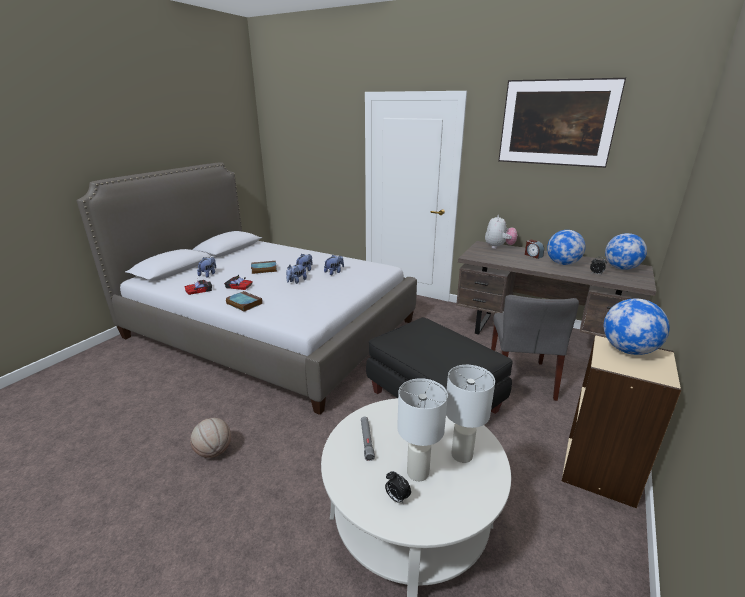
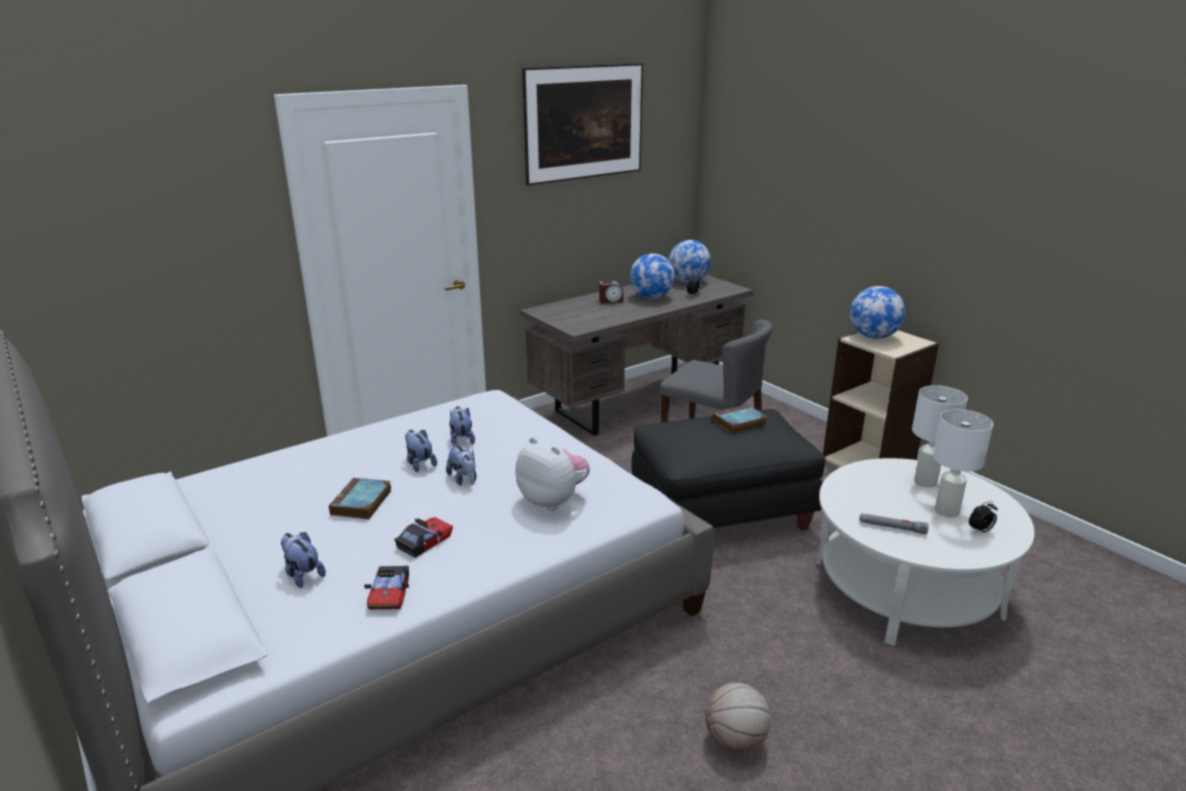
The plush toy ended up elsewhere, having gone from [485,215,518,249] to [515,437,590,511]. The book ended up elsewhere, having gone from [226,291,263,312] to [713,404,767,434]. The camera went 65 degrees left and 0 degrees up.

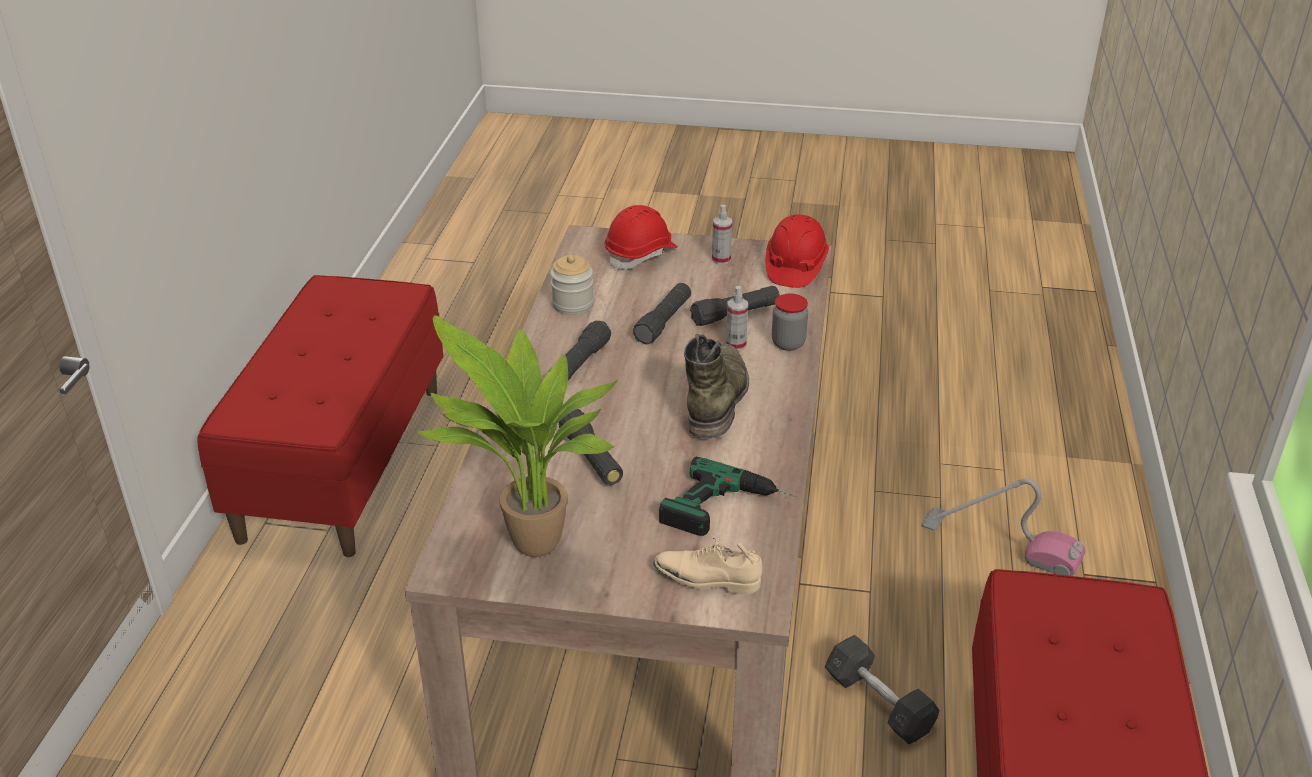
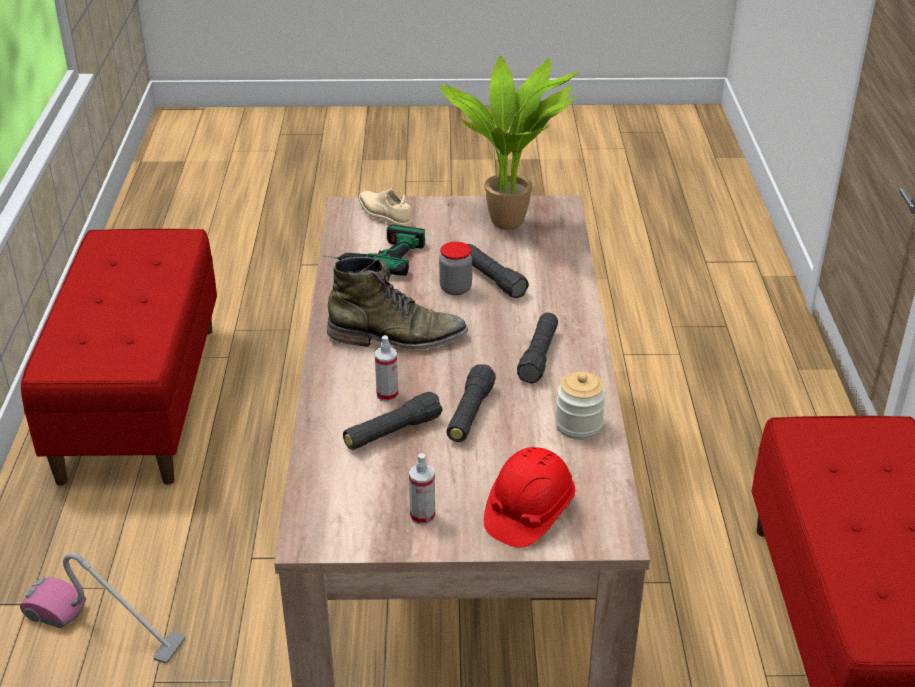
The green tall boot at [684,334,749,439] ended up facing another way, 90 degrees counterclockwise from before. The beige-coloured shoe at [653,538,762,595] ended up facing another way, 135 degrees counterclockwise from before. The preserve jar ended up elsewhere, having gone from [772,294,808,351] to [439,242,472,295]. The second view lost the red-coloured work helmet at [766,214,829,288]. The second view lost the greyish dumbbell at [825,635,940,744]. The camera went 170 degrees right and 0 degrees up.

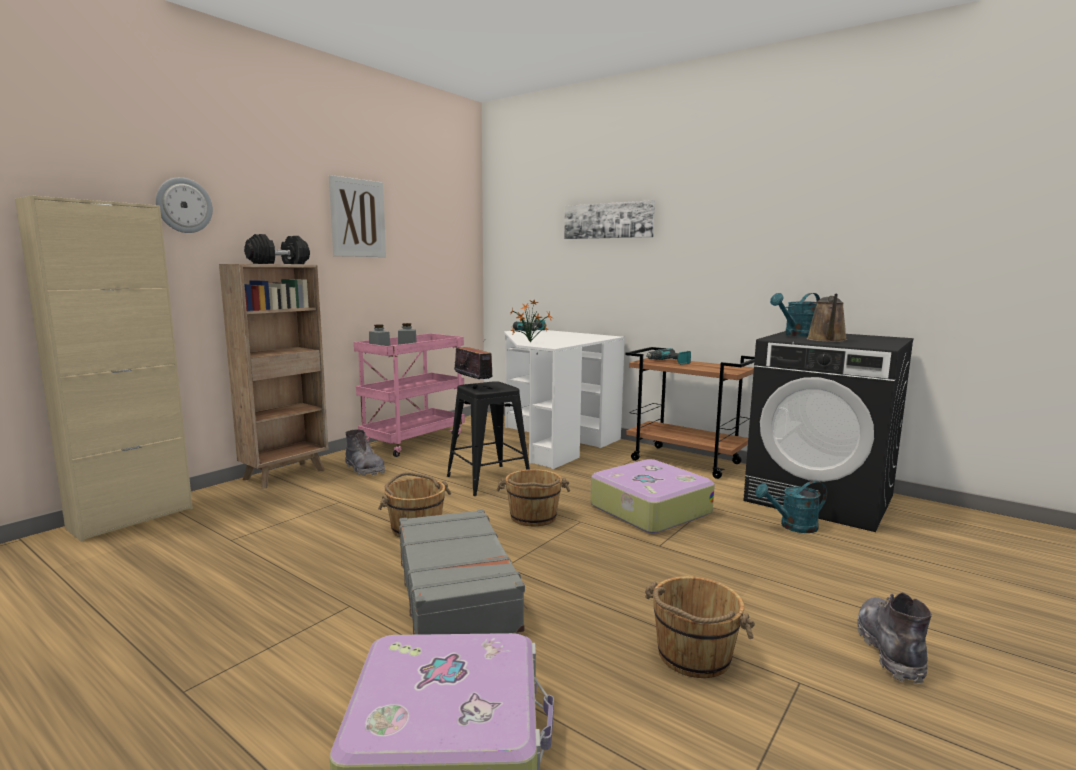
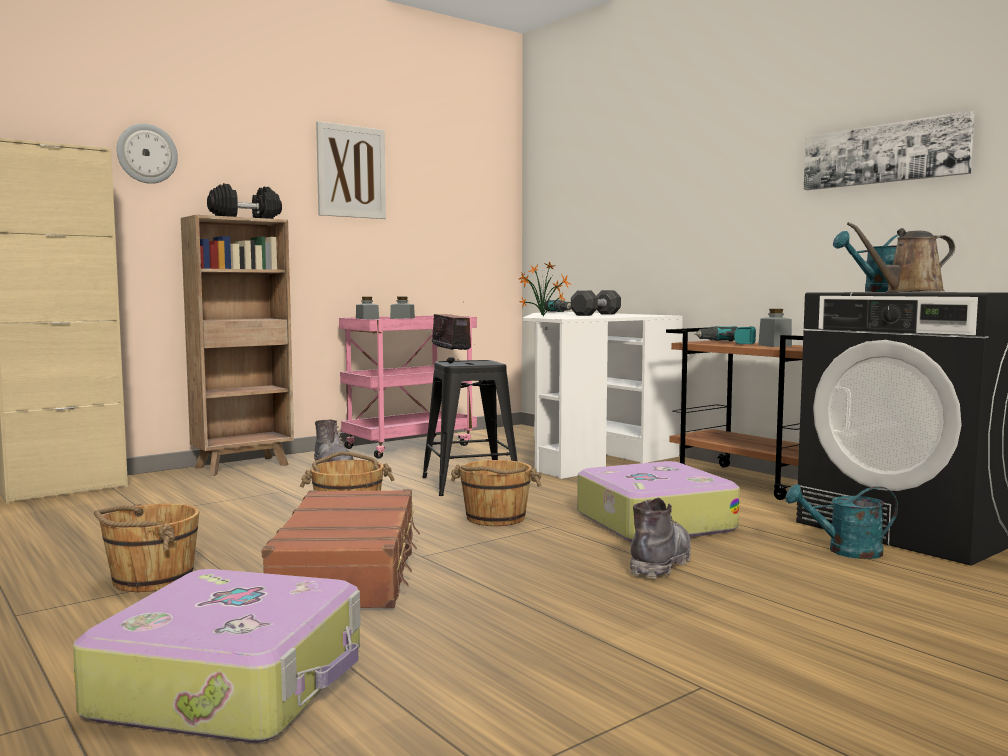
The brown-coloured pail ended up elsewhere, having gone from [645,576,755,678] to [94,503,199,592]. What was the greyish suitcase at [399,509,528,635] turned into the brown-coloured suitcase at [262,489,420,608]. The second view gained the black dumbbell at [571,290,621,316]. The greyish tall boot ended up elsewhere, having gone from [857,592,932,683] to [630,498,691,578]. The second view gained the greyish preserve jar at [758,309,792,347]. The picture ended up elsewhere, having gone from [564,200,655,239] to [804,110,975,190]. The brown-coloured sprinkling can at [807,294,847,342] ended up facing another way, 45 degrees clockwise from before. The camera went 15 degrees right and 5 degrees down.

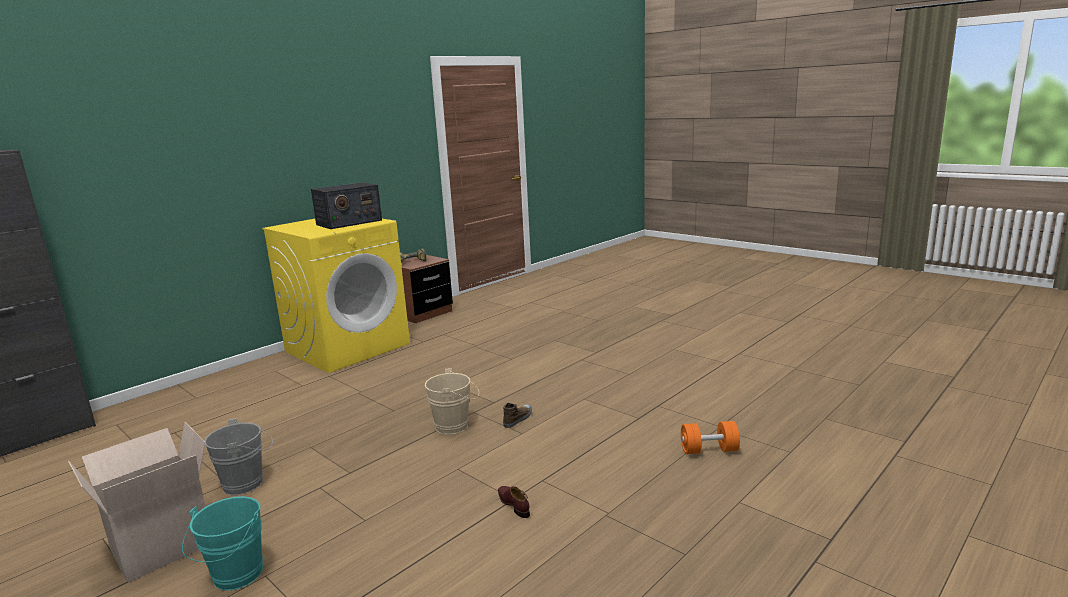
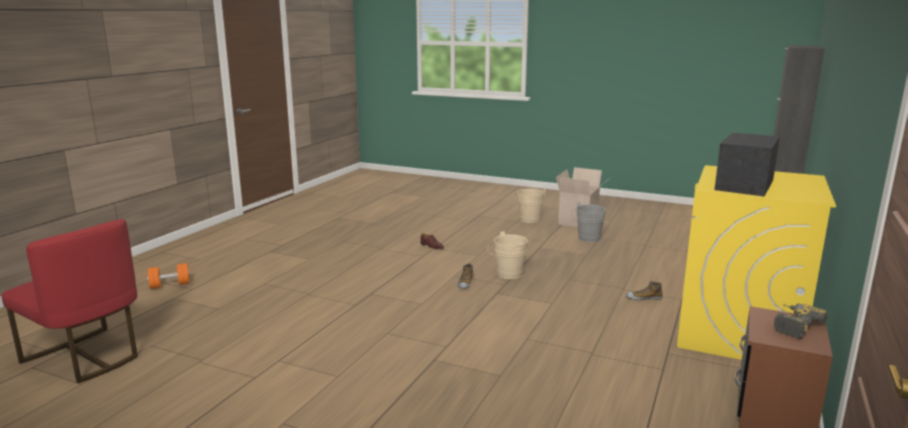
The second view gained the red-coloured chair at [2,219,138,383]. The orange-coloured dumbbell ended up elsewhere, having gone from [681,421,740,454] to [147,263,190,289]. What was the blue-green pail at [182,496,263,590] turned into the beige-coloured pail at [516,189,545,223]. The second view gained the shoe at [626,281,663,300]. The camera went 160 degrees right and 0 degrees up.

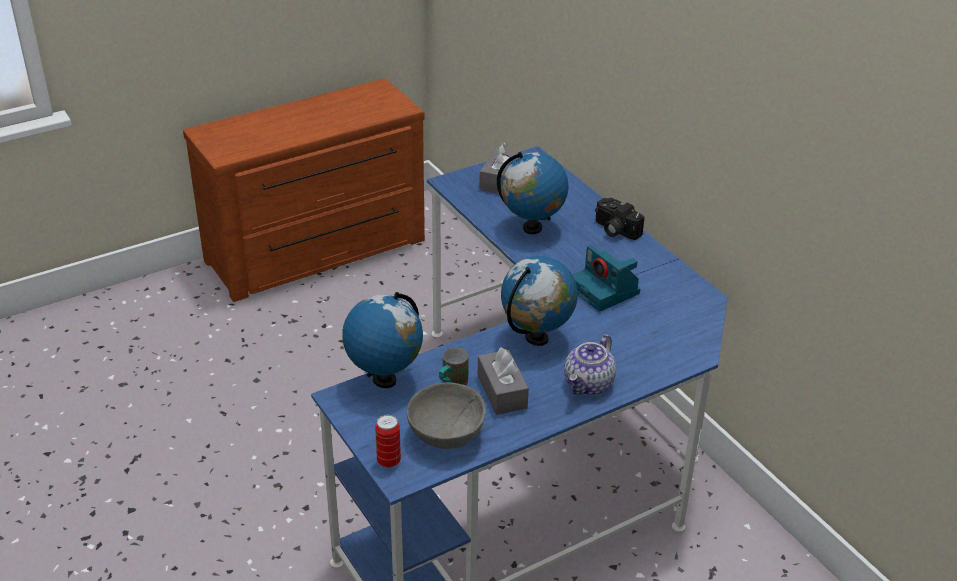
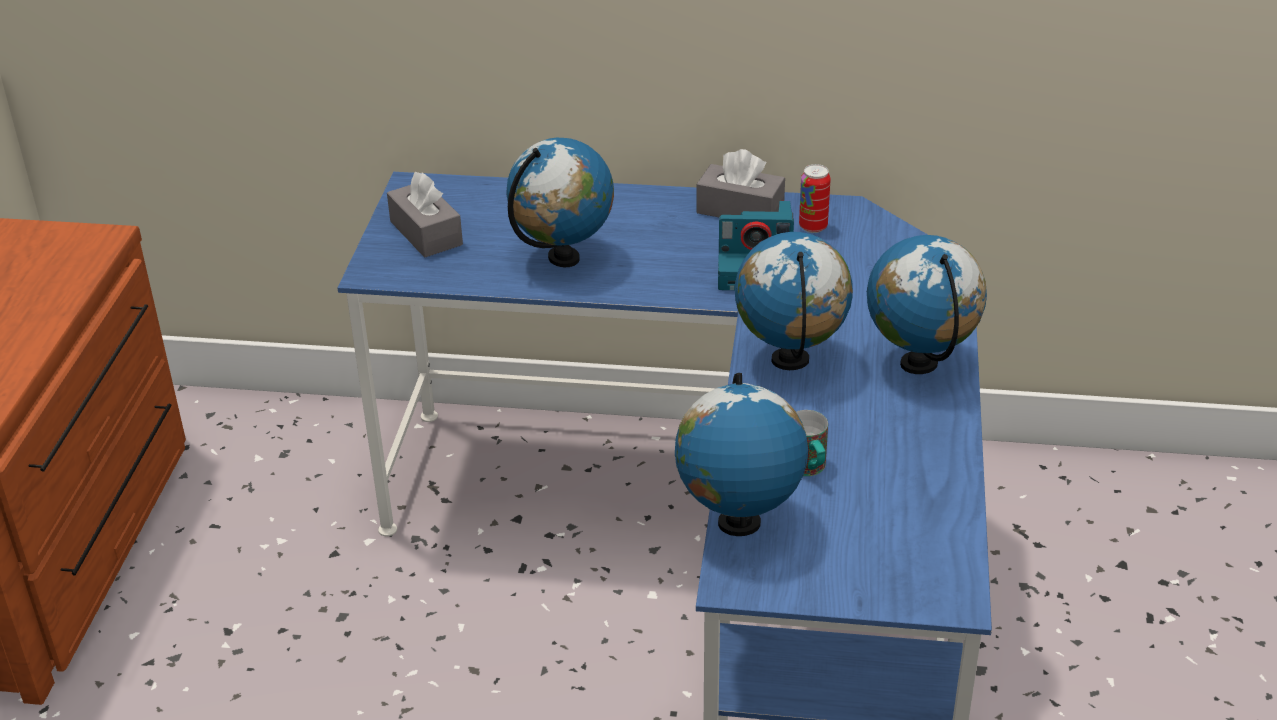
The greyish tissue box ended up elsewhere, having gone from [478,347,529,415] to [696,149,785,217]. The metal can ended up elsewhere, having gone from [375,415,401,468] to [799,164,831,233]. Where the tea pot stood at [564,334,616,395], the desk globe came to stand at [867,235,987,374]. The second view lost the greyish serving bowl at [407,382,486,449]. The second view lost the photo camera at [595,198,644,240]. The camera went 50 degrees left and 0 degrees up.

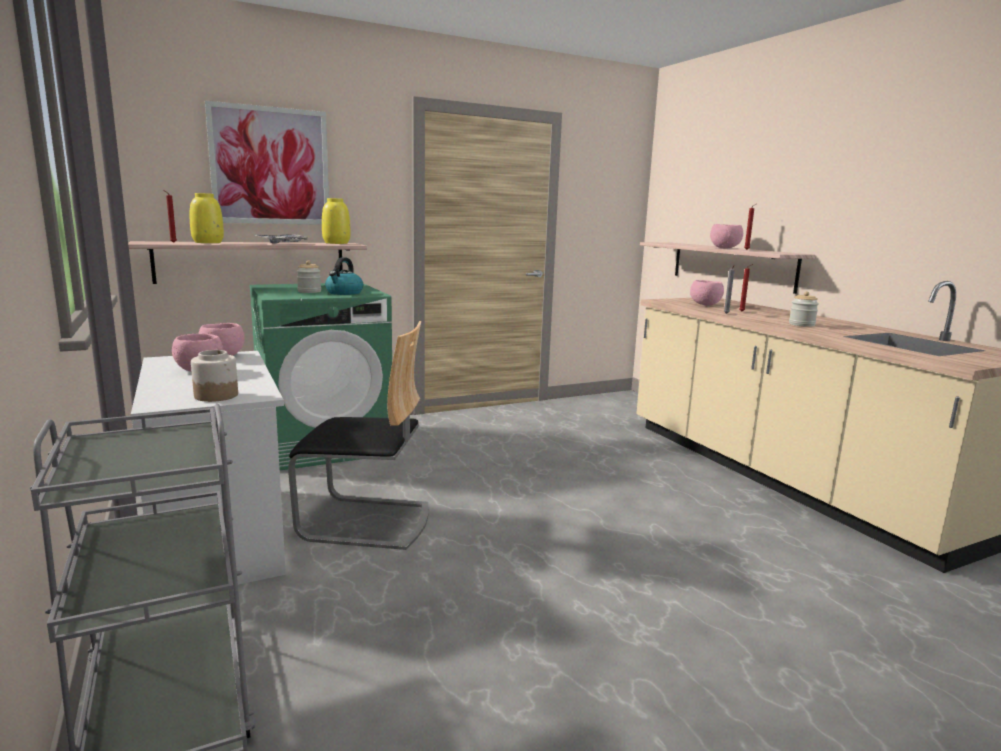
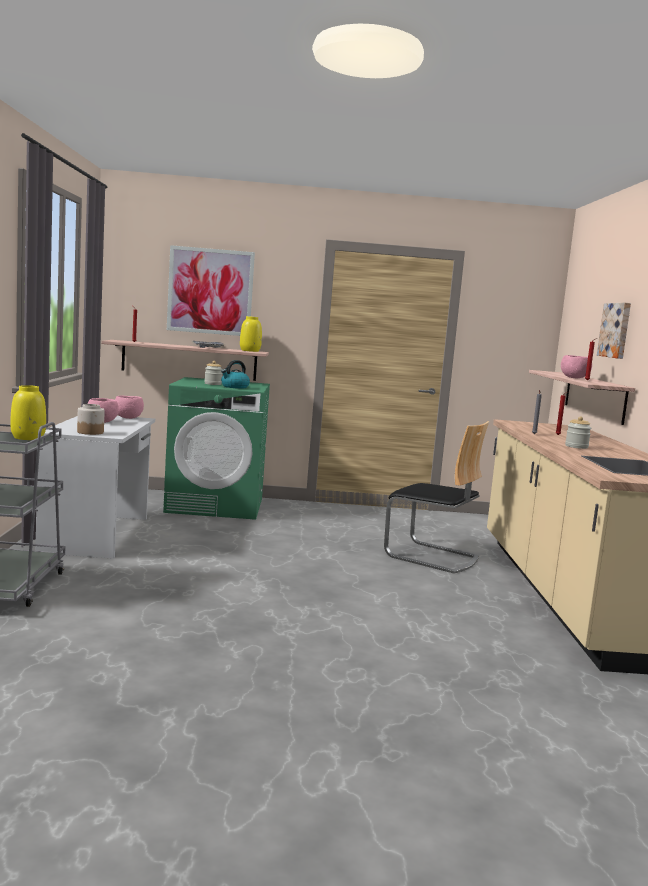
The yellow decorative vase ended up elsewhere, having gone from [190,193,224,243] to [11,385,46,440]. The chair ended up elsewhere, having gone from [288,321,429,550] to [384,421,489,574]. The second view gained the picture at [597,303,631,359]. The second view lost the pinkish serving bowl at [690,280,724,305]. The camera went 25 degrees right and 5 degrees down.

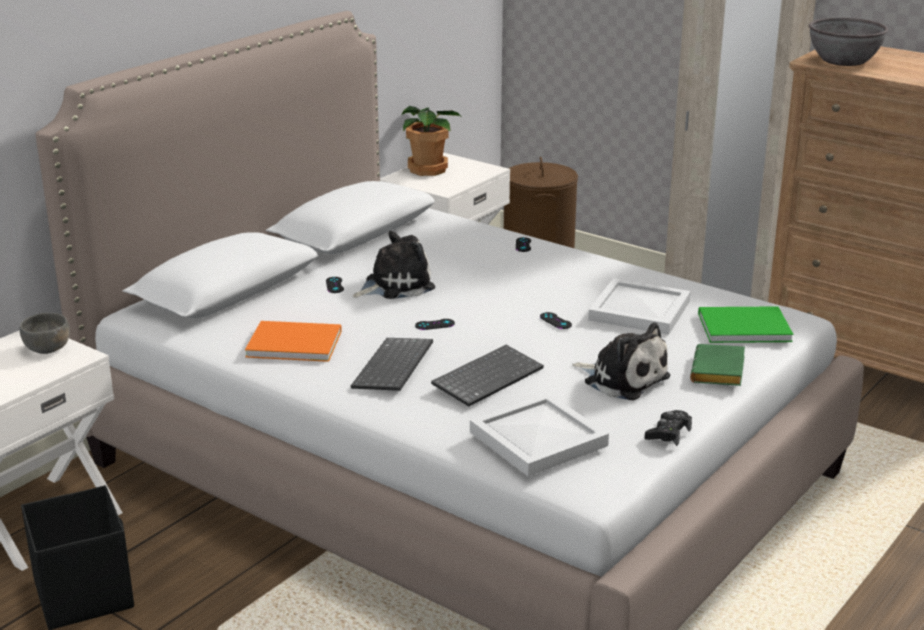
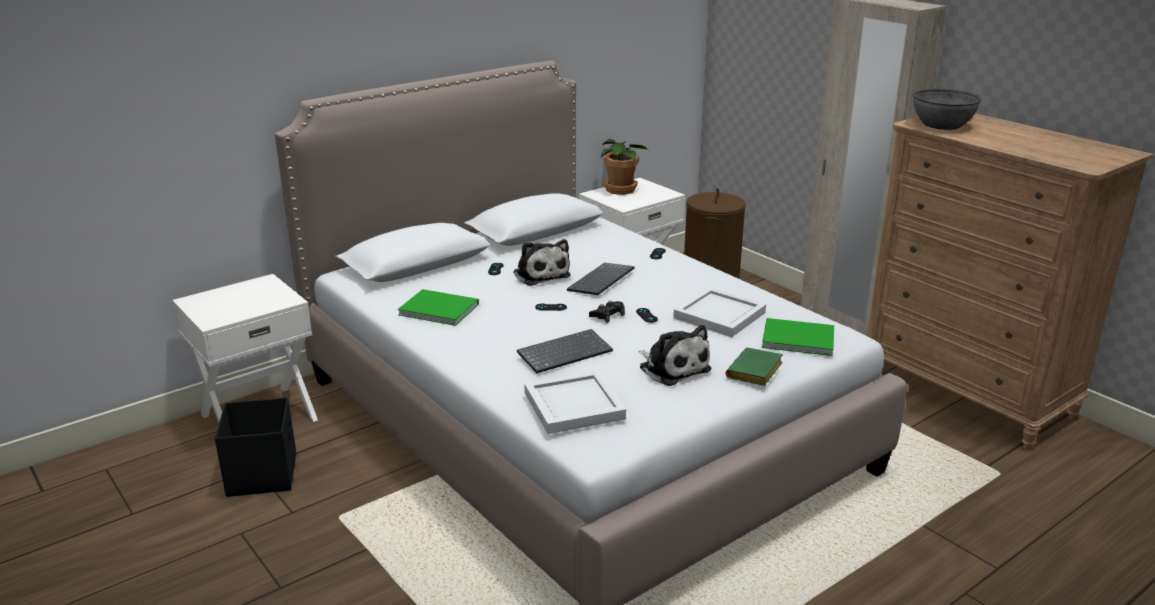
What was the orange-coloured book at [245,321,342,362] turned into the green book at [398,289,479,326]. The plush toy at [353,231,435,299] ended up facing another way, 75 degrees clockwise from before. The PC keyboard ended up elsewhere, having gone from [351,338,433,391] to [567,263,635,295]. The black joypad ended up elsewhere, having gone from [645,410,692,446] to [589,301,625,323]. The second view lost the greyish serving bowl at [20,313,70,354]. The camera went 15 degrees right and 0 degrees up.

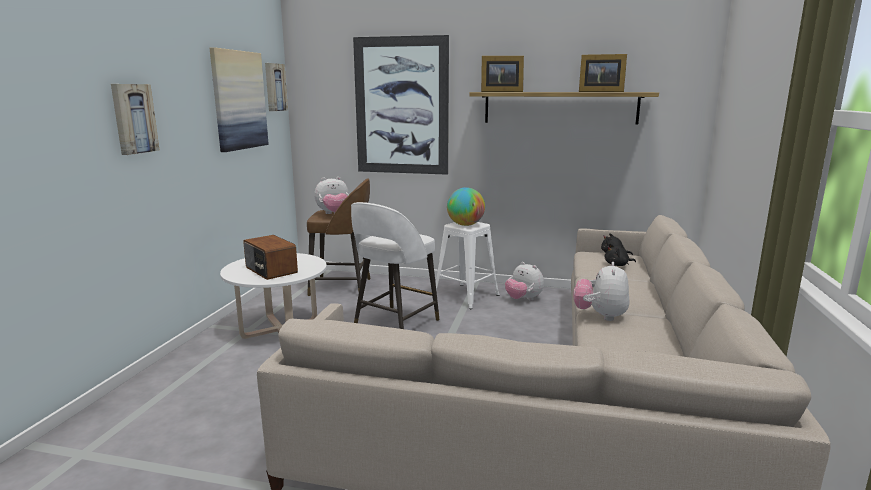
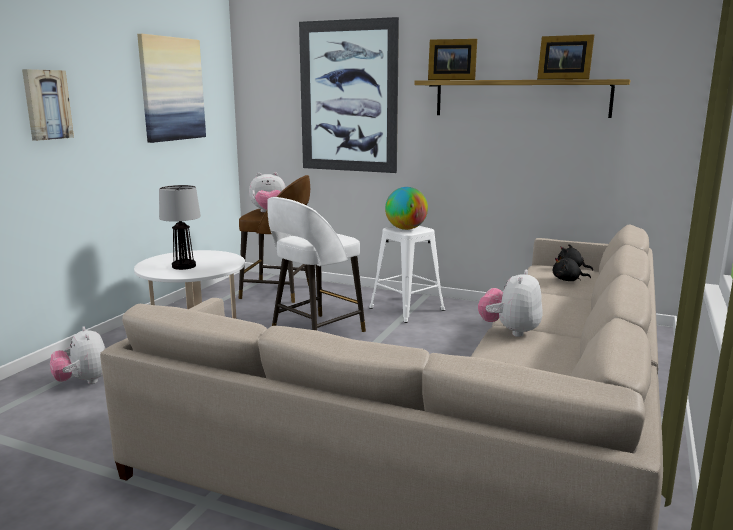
The plush toy ended up elsewhere, having gone from [505,262,544,300] to [50,326,106,384]. Where the radio stood at [243,235,298,280], the table lamp came to stand at [159,185,201,270]. The second view lost the picture at [265,63,288,111]. The camera went 10 degrees right and 0 degrees up.

